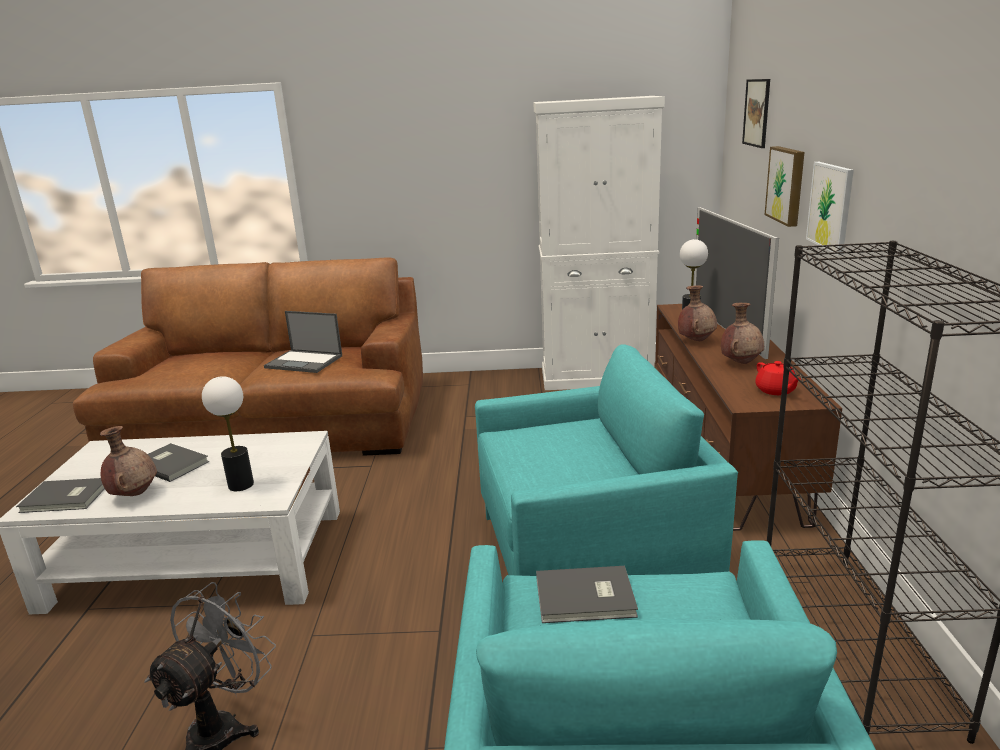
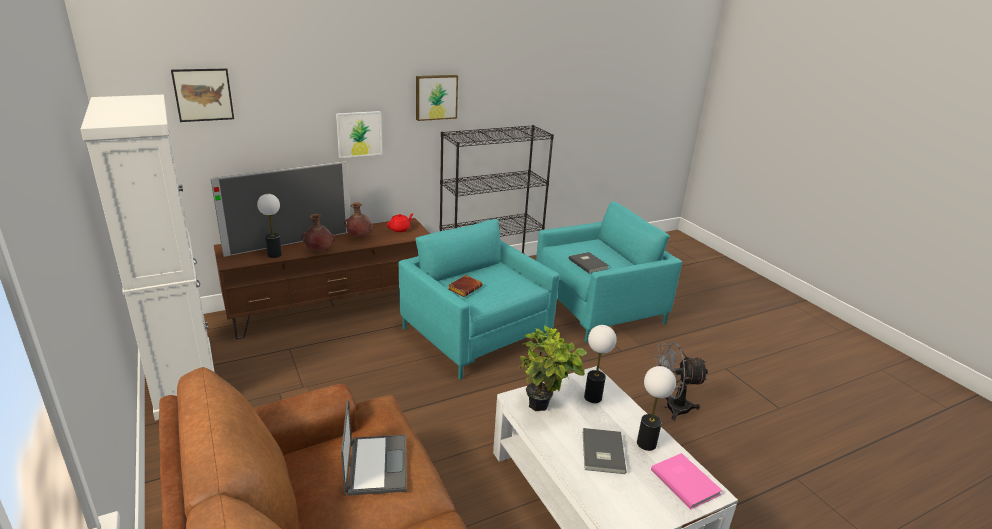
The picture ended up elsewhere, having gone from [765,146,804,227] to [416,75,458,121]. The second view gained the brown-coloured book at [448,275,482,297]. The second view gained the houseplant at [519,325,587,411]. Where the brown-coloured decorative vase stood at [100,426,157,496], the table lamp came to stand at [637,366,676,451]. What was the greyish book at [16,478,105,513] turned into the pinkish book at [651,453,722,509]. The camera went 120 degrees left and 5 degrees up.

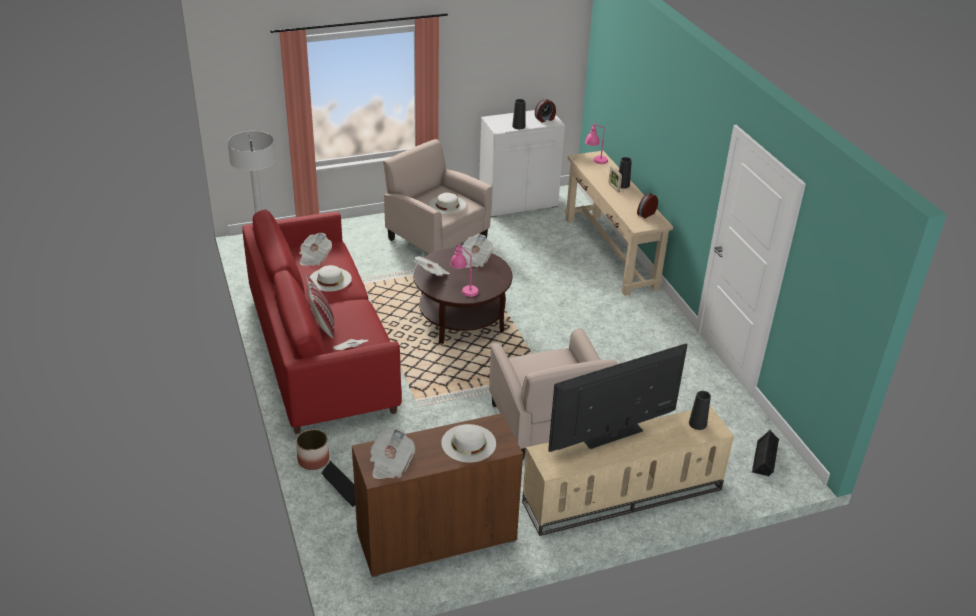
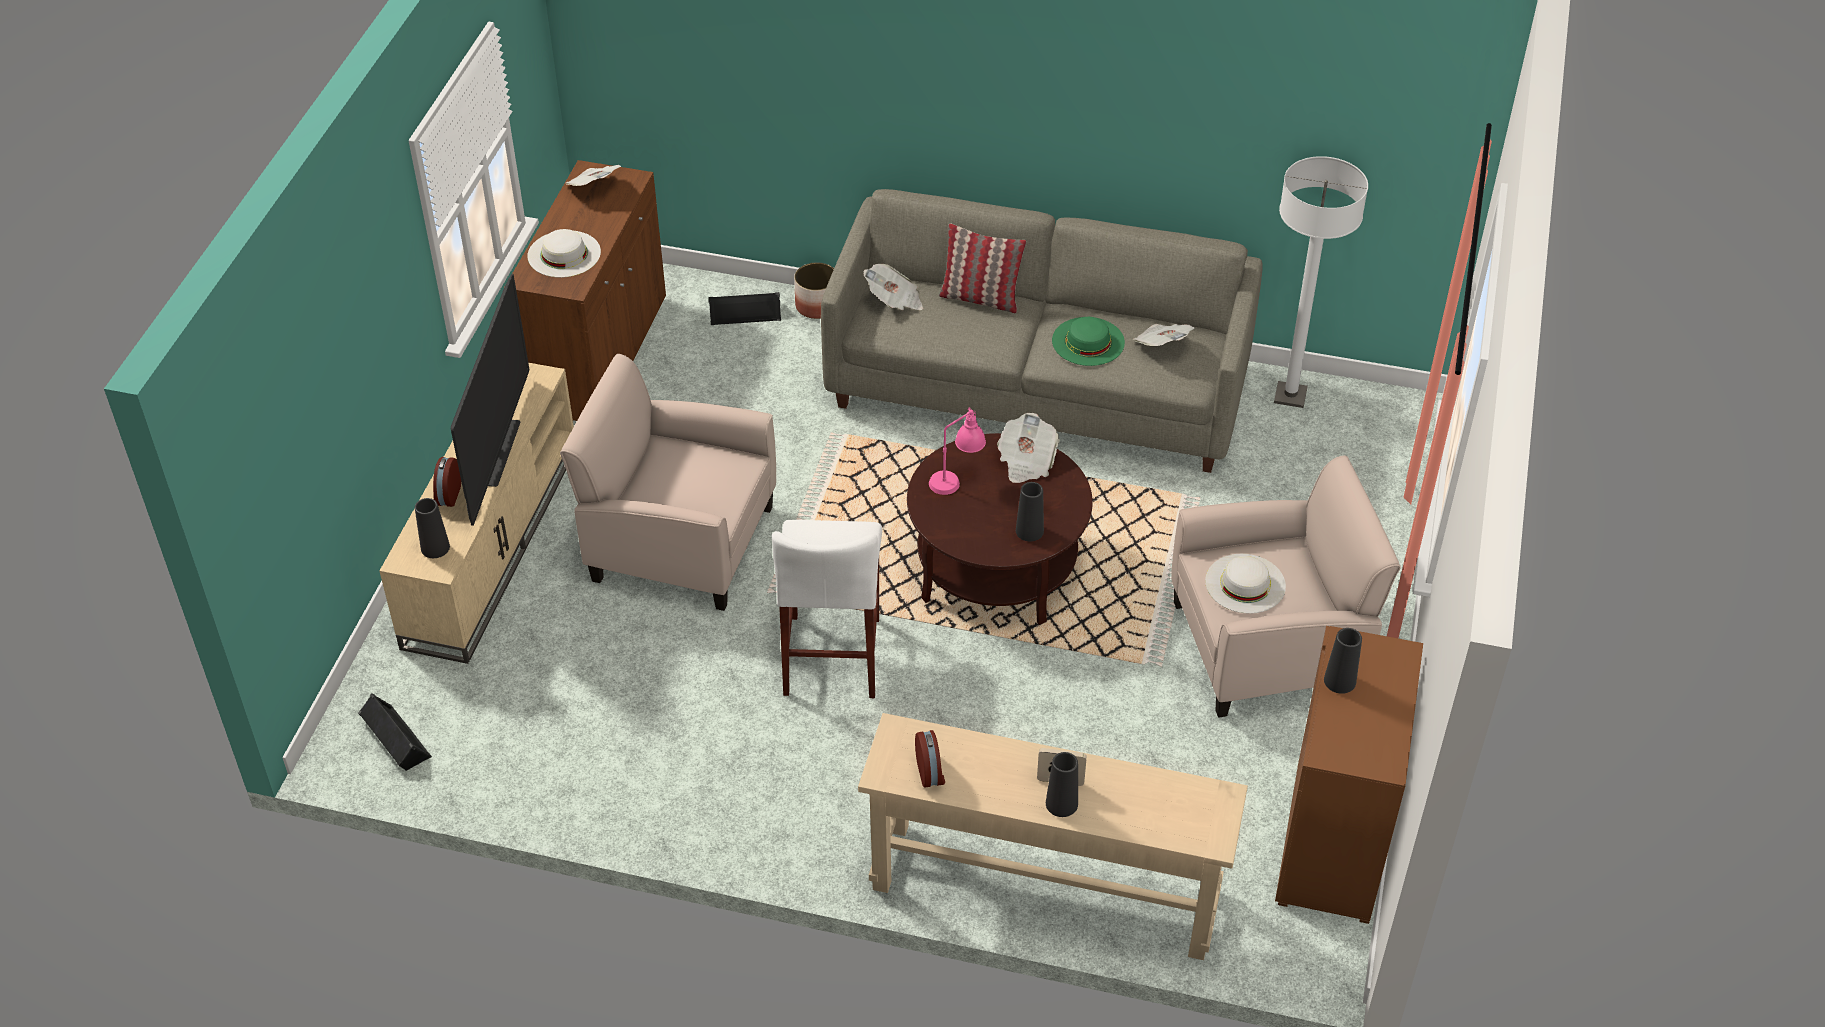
The table clock ended up elsewhere, having gone from [535,99,556,123] to [433,457,461,507]. The second view gained the whitish sitting stool at [772,520,882,698]. What was the red-coloured settee at [242,210,402,434] turned into the greyish settee at [821,189,1263,473]. Where the newspaper stood at [462,234,493,268], the black decorative vase came to stand at [1016,482,1044,541]. What was the whitish clothing hat at [310,265,352,292] turned into the green clothing hat at [1052,317,1125,366]. What was the whitish cupboard at [479,110,565,217] turned into the brown-coloured cupboard at [1275,626,1423,924]. The second view lost the pinkish table lamp at [585,124,608,164]. The camera went 125 degrees right and 10 degrees up.

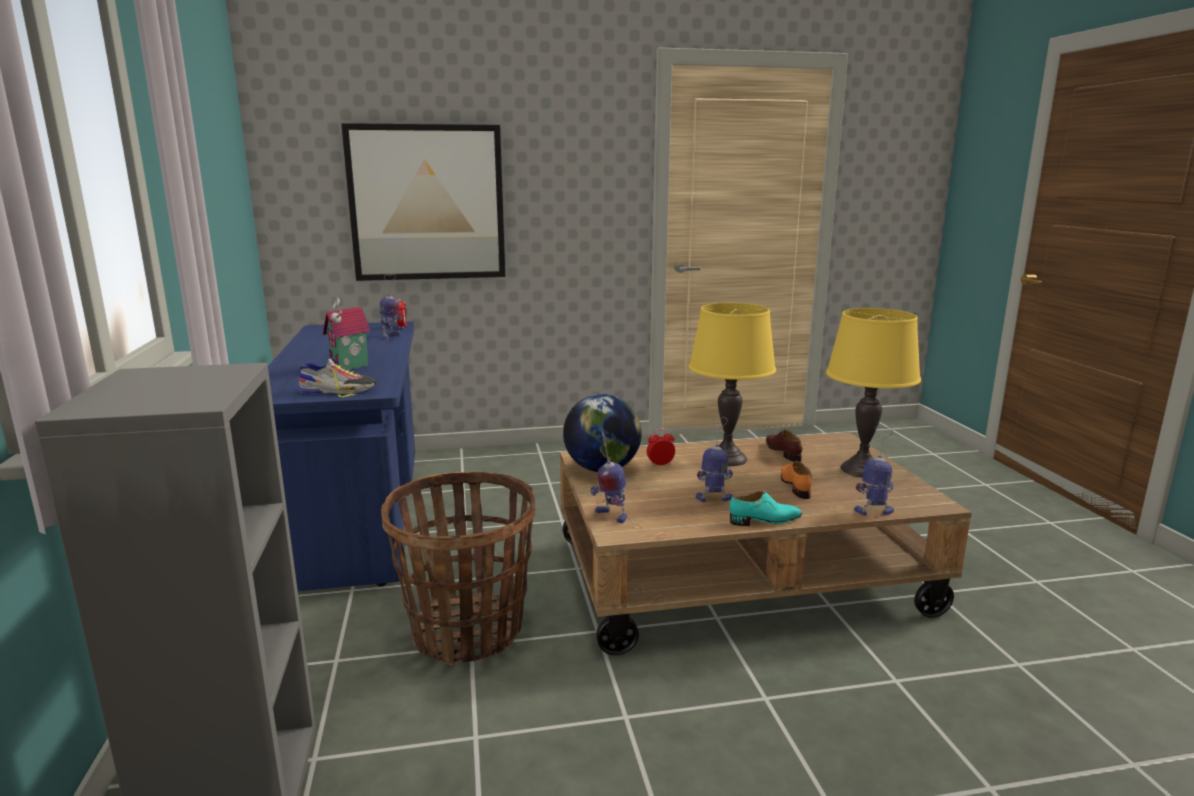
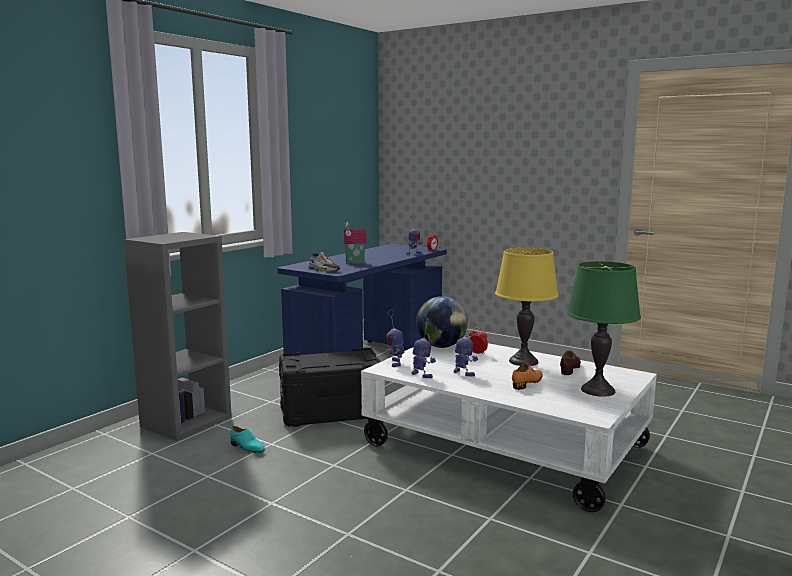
The blue-green shoe ended up elsewhere, having gone from [729,491,802,526] to [230,426,265,453]. Where the household basket stood at [381,472,535,665], the black storage bin came to stand at [279,348,381,427]. What was the brown-coloured low table at [560,432,972,655] turned into the whitish low table at [361,343,657,512]. The model robot ended up elsewhere, having gone from [854,426,894,516] to [412,318,436,378]. What was the yellow table lamp at [826,308,921,478] turned into the green table lamp at [567,261,641,397]. The second view lost the picture at [341,123,505,281]. The camera went 45 degrees right and 5 degrees down.

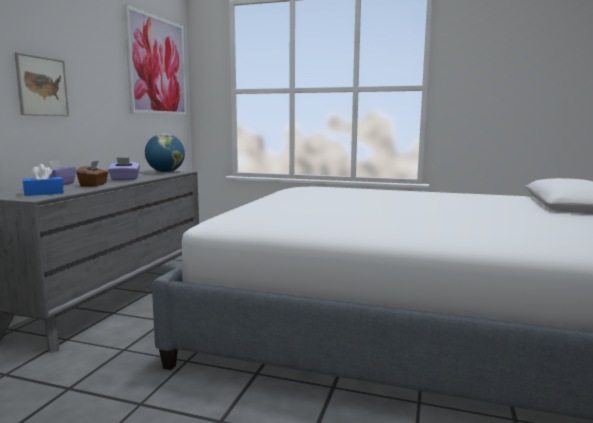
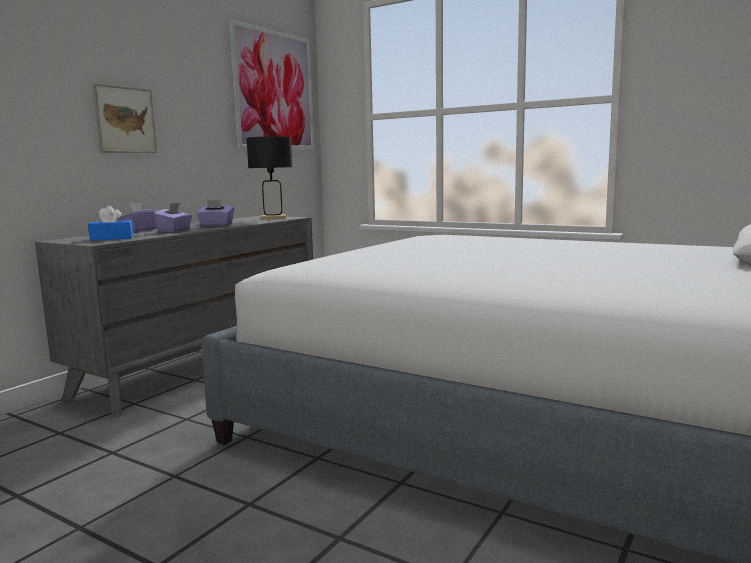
What was the brown-coloured tissue box at [76,161,109,187] turned into the purple tissue box at [153,203,192,232]. Where the desk globe stood at [145,133,185,172], the black table lamp came to stand at [246,136,293,220]. The camera went 15 degrees right and 0 degrees up.

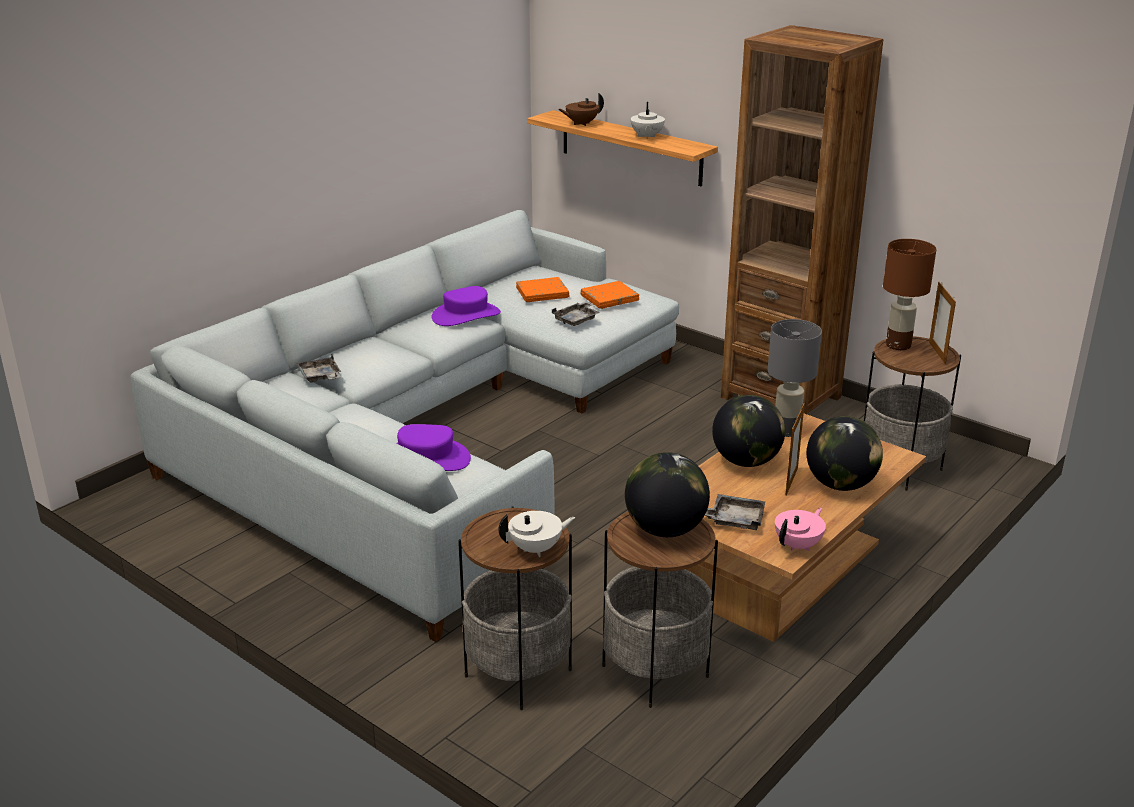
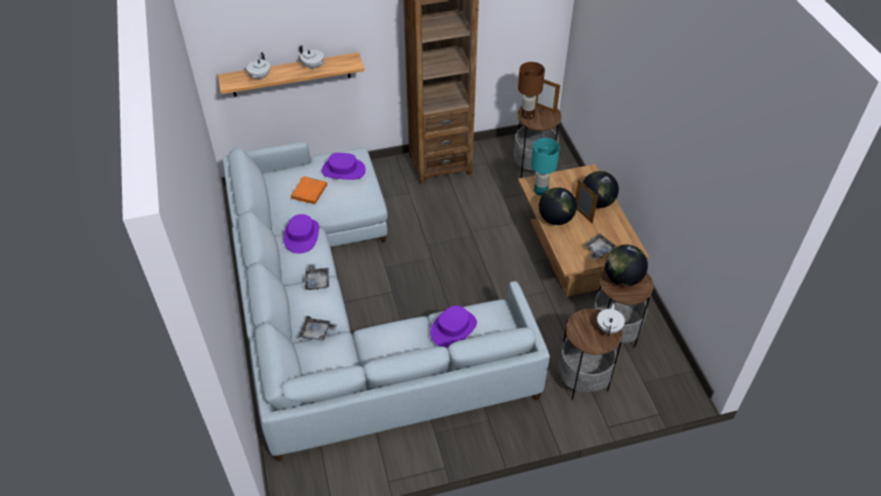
What was the brown-coloured tea pot at [558,93,604,126] turned into the whitish tea pot at [246,52,270,81]. The greyish serving tray ended up elsewhere, having gone from [552,301,600,326] to [305,264,329,290]. Where the orange-coloured book stood at [581,281,639,309], the purple clothing hat came to stand at [321,153,366,180]. What was the greyish table lamp at [768,319,822,437] turned into the blue-green table lamp at [531,138,560,196]. The second view lost the pinkish tea pot at [775,508,826,551]. The camera went 55 degrees left and 20 degrees up.

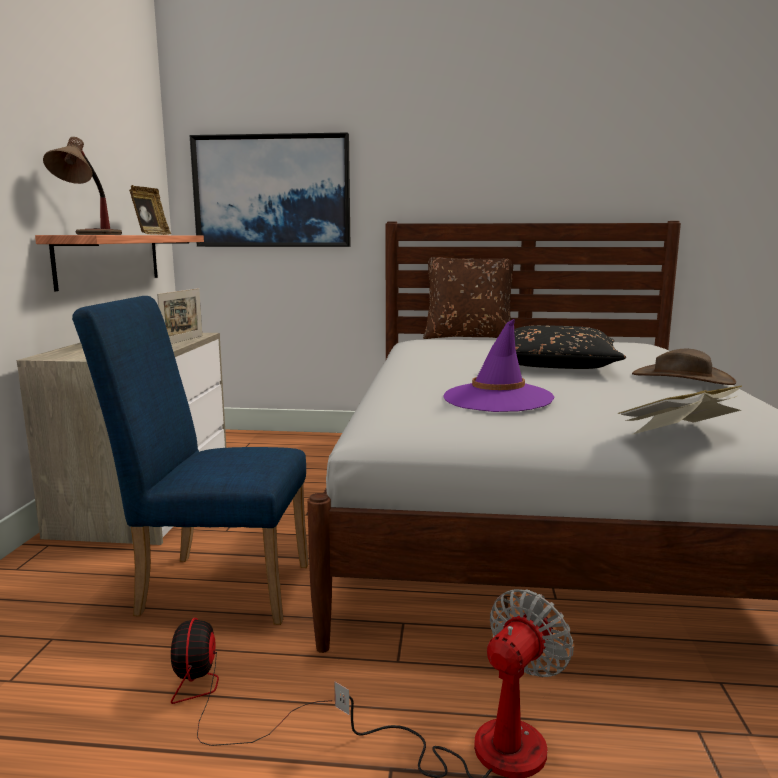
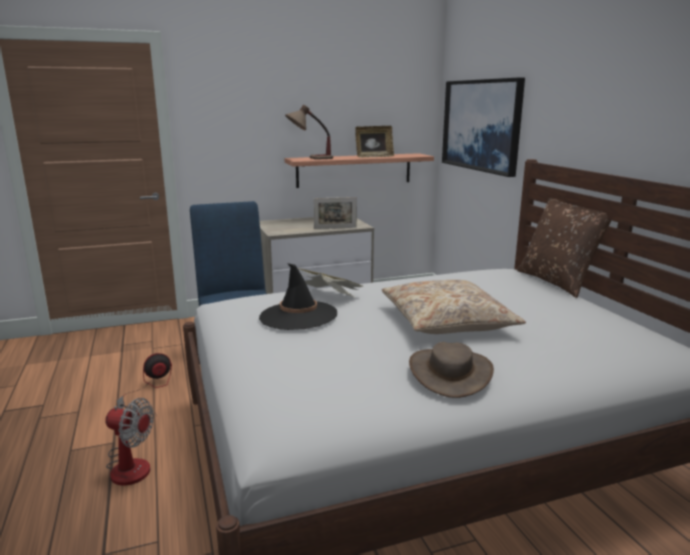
What was the purple clothing hat at [443,319,554,412] turned into the black clothing hat at [259,263,337,330]. The book ended up elsewhere, having gone from [618,386,742,435] to [298,268,364,298]. What was the black cushion at [514,325,626,369] turned into the beige-coloured cushion at [382,280,526,334]. The camera went 65 degrees right and 5 degrees up.

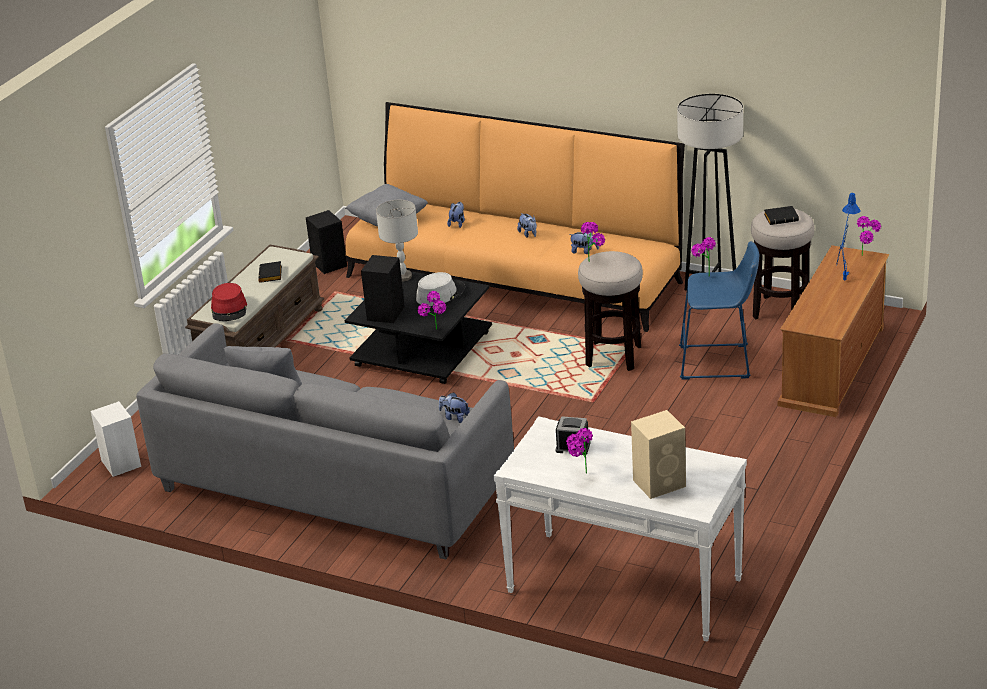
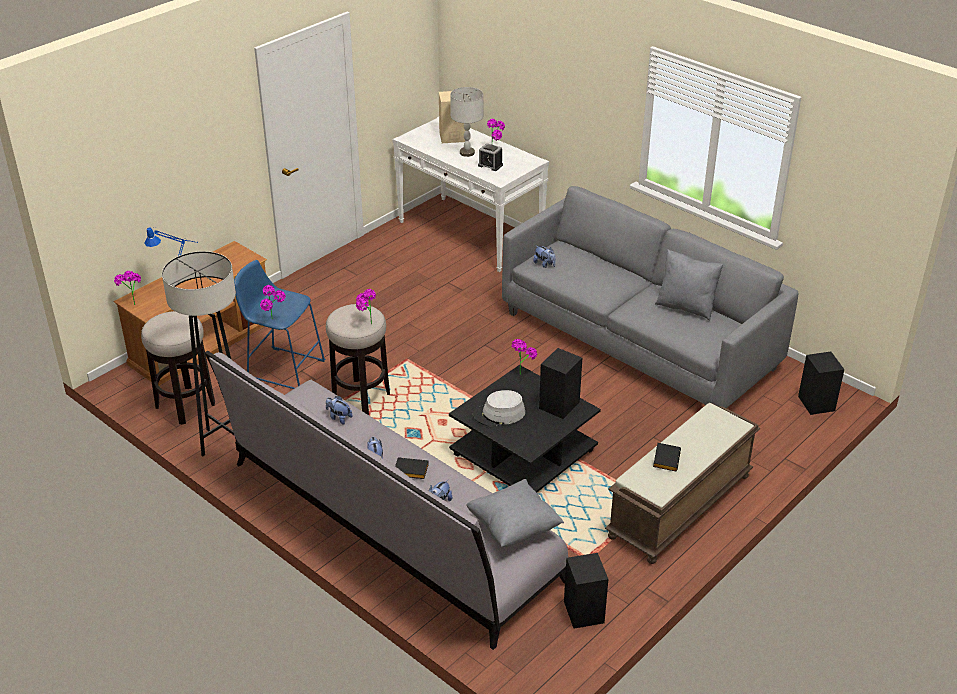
What was the orange-coloured settee at [345,102,685,332] turned into the greyish settee at [205,351,568,650]. The black book ended up elsewhere, having gone from [764,206,799,225] to [395,457,429,479]. The greyish table lamp ended up elsewhere, having gone from [376,200,418,282] to [450,87,483,157]. What was the whitish speaker at [90,401,141,477] turned into the black speaker at [798,352,844,415]. The second view lost the red-coloured clothing hat at [211,283,247,321]. The camera went 165 degrees left and 5 degrees up.

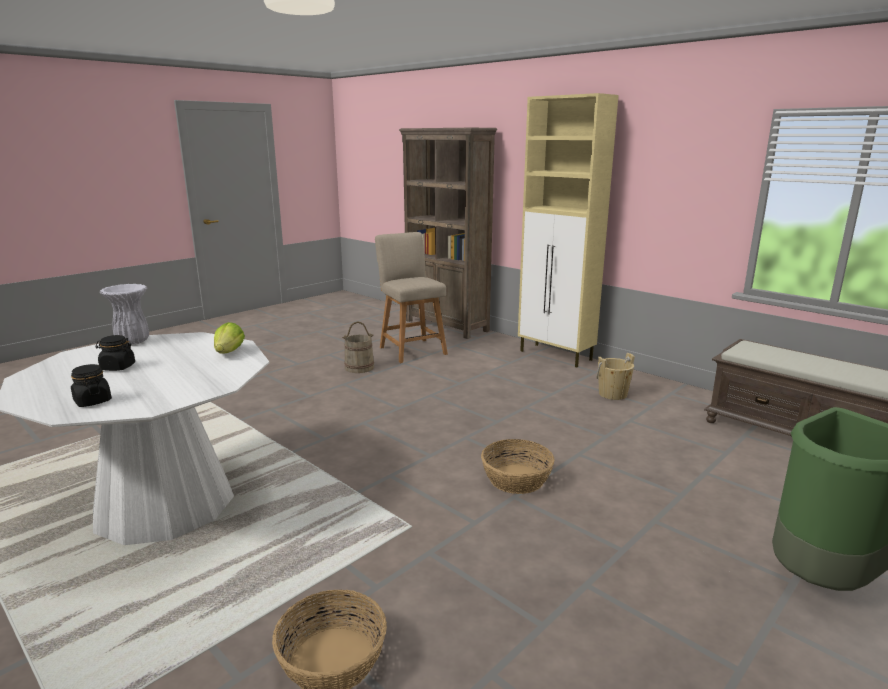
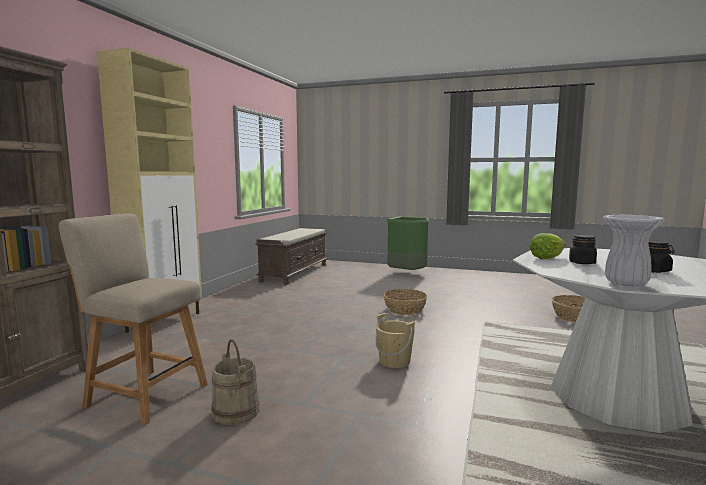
The beige-coloured chair at [375,232,448,363] ended up facing another way, 75 degrees clockwise from before. The beige-coloured pail ended up elsewhere, having gone from [596,353,635,400] to [375,313,415,368]. The black preserve jar ended up elsewhere, having gone from [71,364,112,407] to [569,235,597,264]. The camera went 115 degrees left and 10 degrees down.

